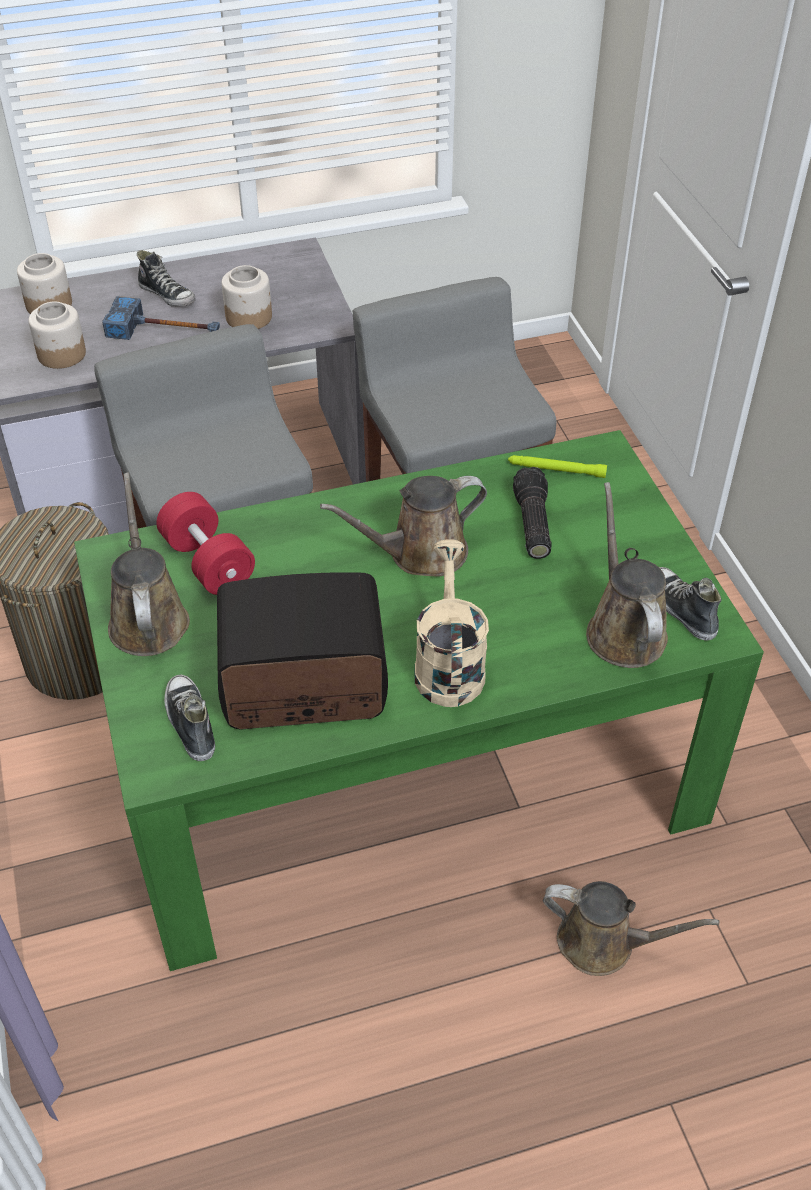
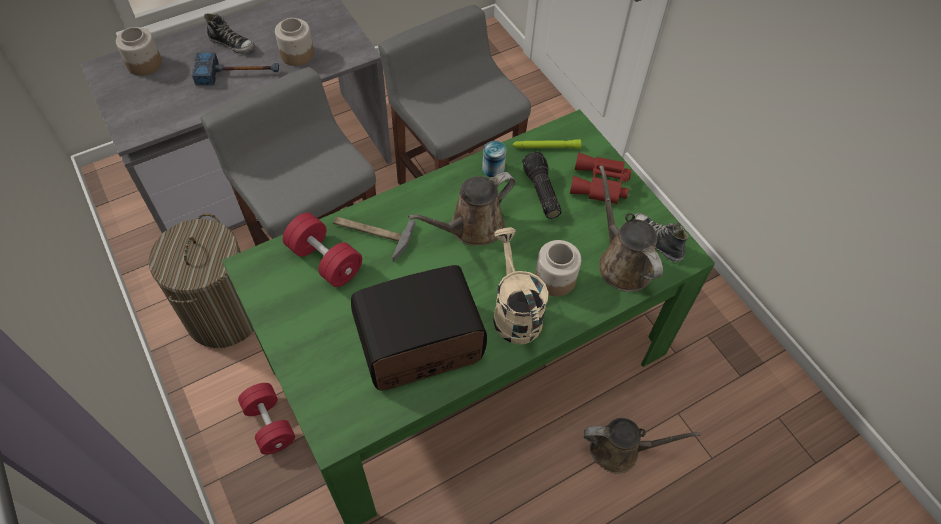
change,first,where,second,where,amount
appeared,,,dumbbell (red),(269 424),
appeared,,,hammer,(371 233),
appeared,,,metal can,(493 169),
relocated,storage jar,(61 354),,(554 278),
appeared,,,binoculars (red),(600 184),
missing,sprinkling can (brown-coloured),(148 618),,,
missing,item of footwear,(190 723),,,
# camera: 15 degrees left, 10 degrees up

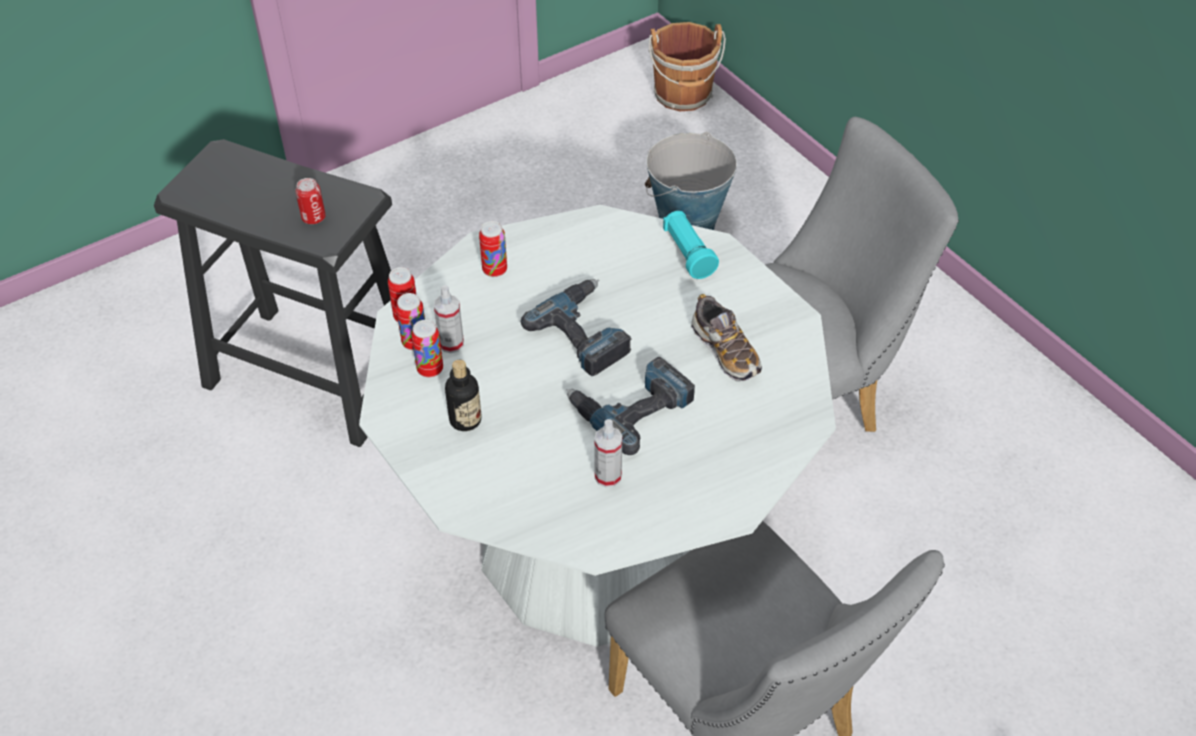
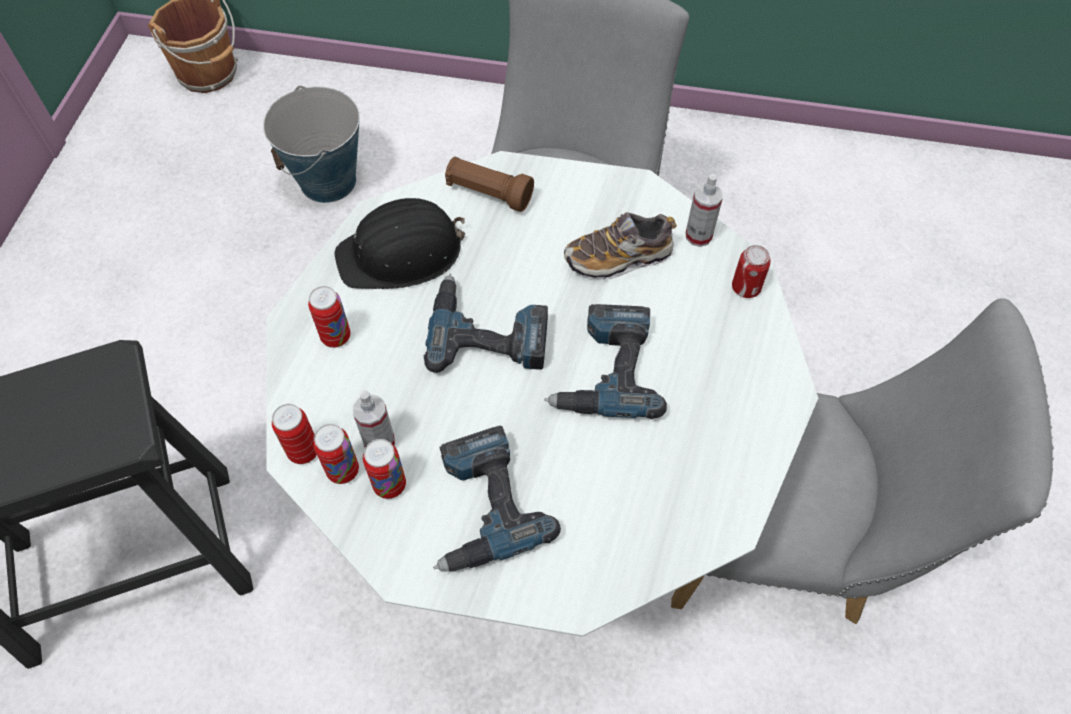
change,first,where,second,where,amount
appeared,,,hard hat (black-coloured),(401 253),
exchanged,bottle,(465 420),drill,(481 506),
colour,hand torch (blue-green),(688 254),hand torch (brown-coloured),(488 193),
spun,item of footwear,(725 351),,(618 258),150 degrees clockwise
relocated,spray bottle,(608 476),,(698 236),
relocated,metal can,(313 218),,(746 287),
# camera: 45 degrees left, 10 degrees up

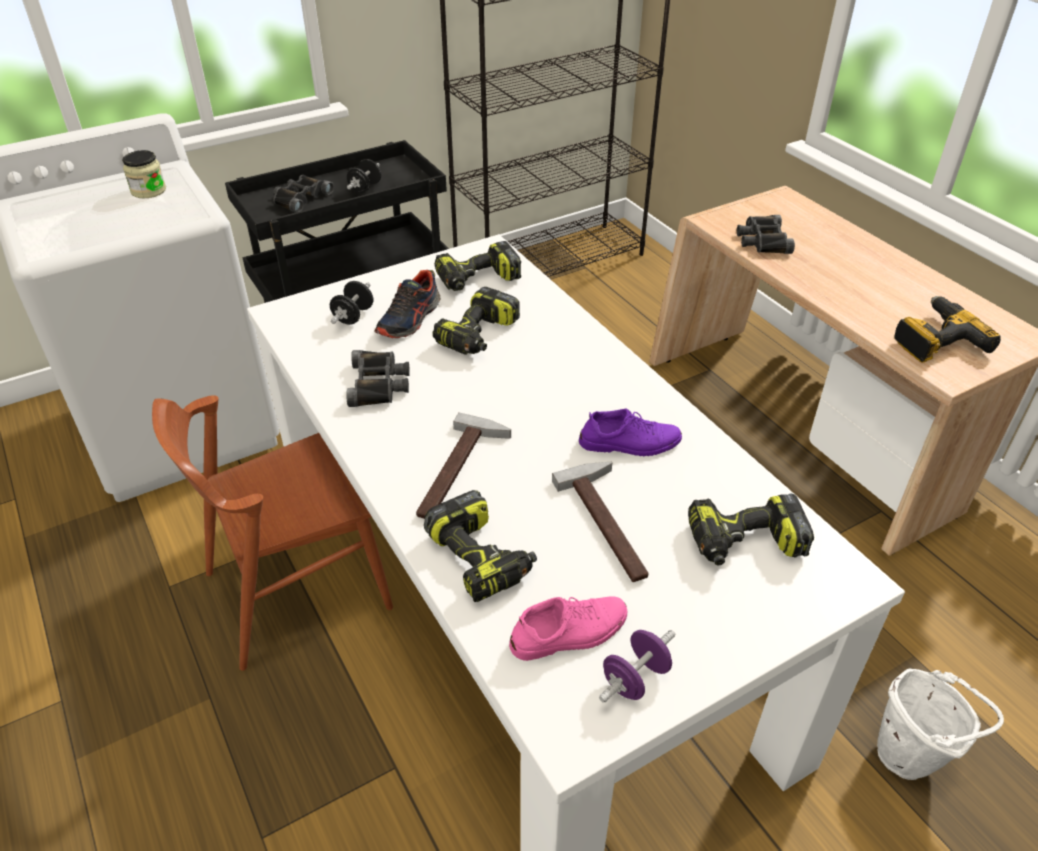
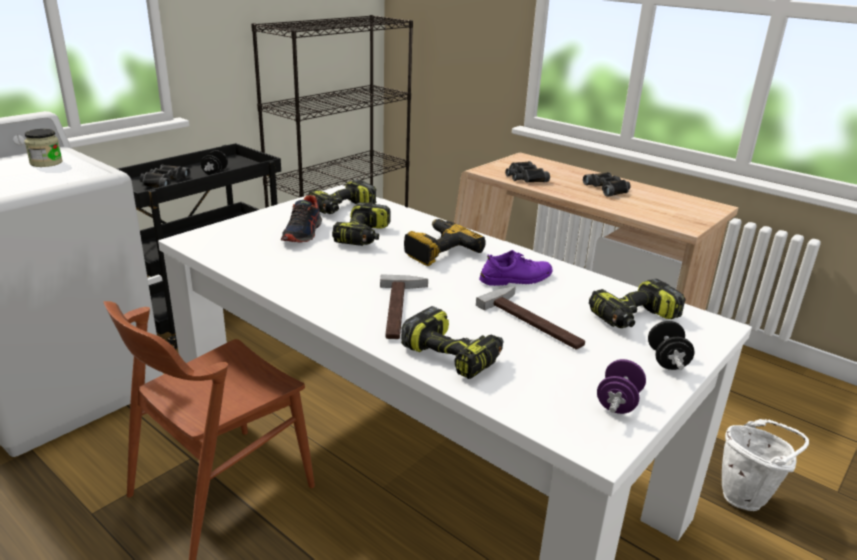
change,first,where,second,where,amount
relocated,drill,(934 339),,(438 250),
relocated,binoculars (black-coloured),(379 384),,(608 189),
relocated,dumbbell (black-coloured),(353 316),,(667 360),
missing,item of footwear (pink-coloured),(569 633),,,
# camera: 20 degrees left, 15 degrees down

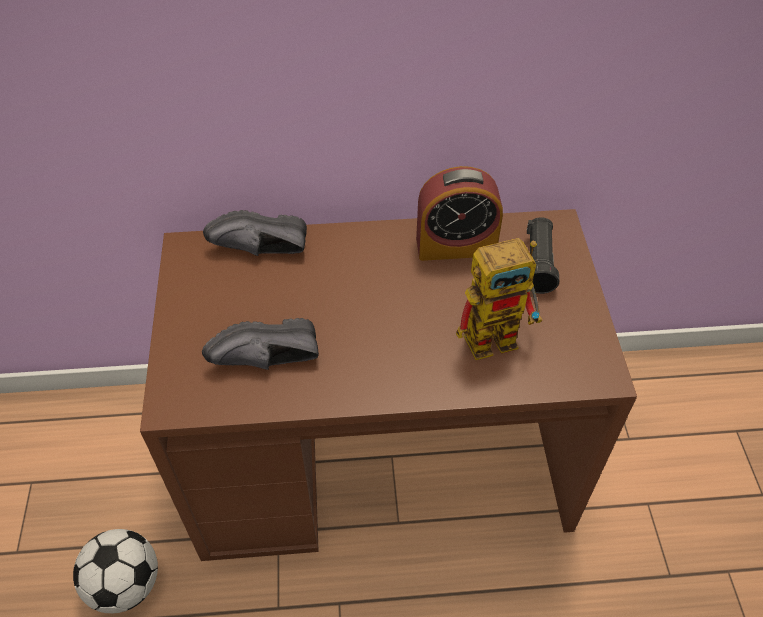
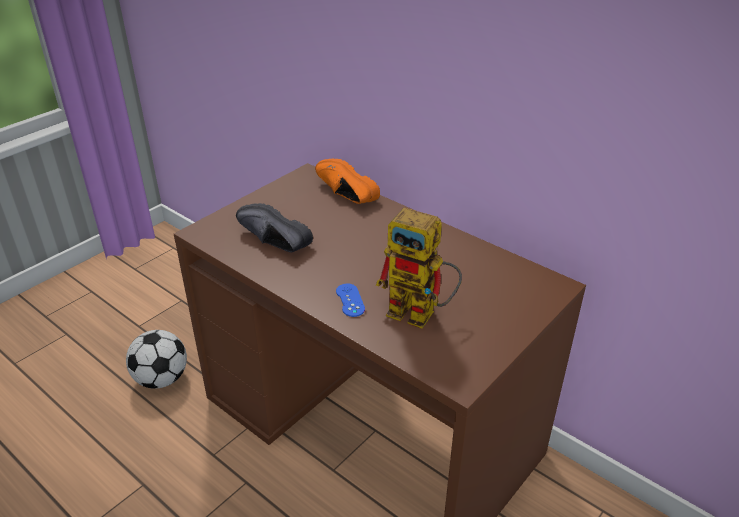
change,first,where,second,where,amount
colour,item of footwear (black-coloured),(260 251),item of footwear (orange-coloured),(342 195),
appeared,,,gamepad (bluish),(350 300),
missing,alarm clock,(456 246),,,
missing,hand torch (black-coloured),(538 264),,,
# camera: 45 degrees right, 15 degrees down

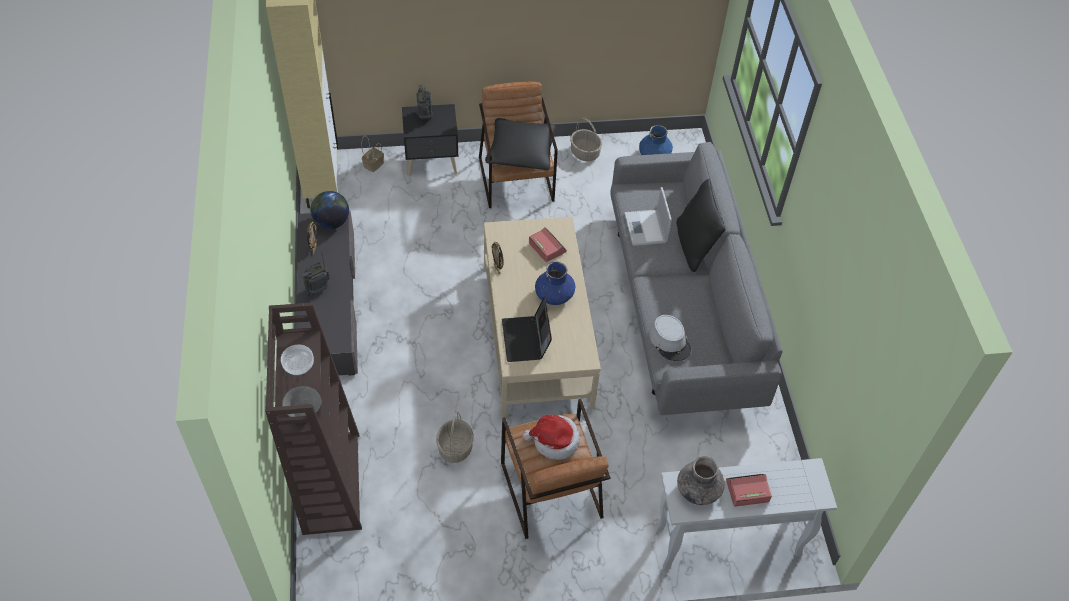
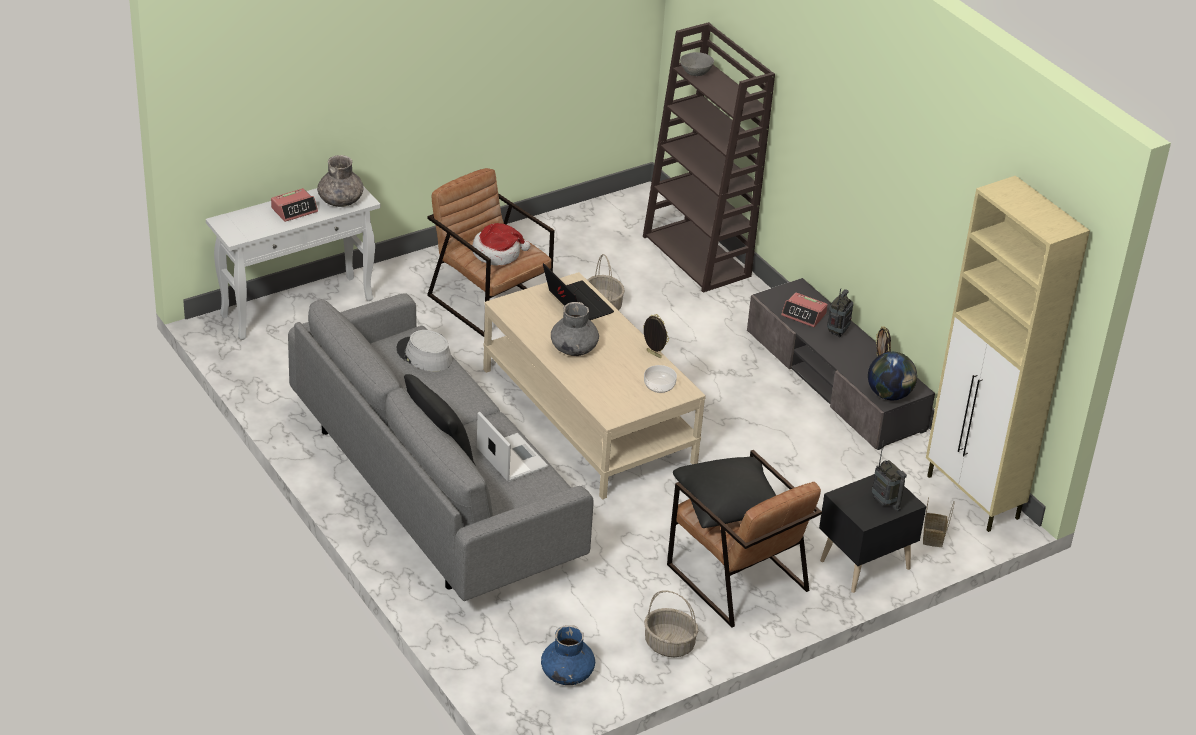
change,first,where,second,where,amount
colour,flower vase (bluish),(554 295),flower vase (gray),(573 348),
relocated,deep dish,(298 365),,(659 385),
relocated,alarm clock,(547 247),,(804 314),
# camera: 155 degrees right, 15 degrees down

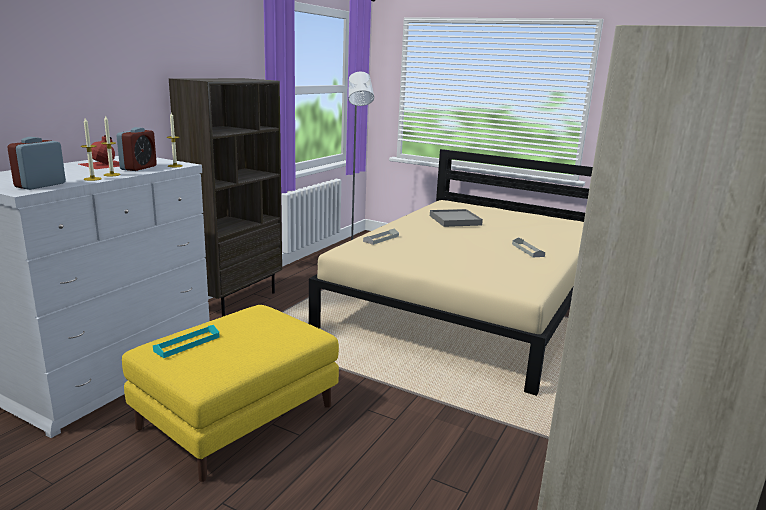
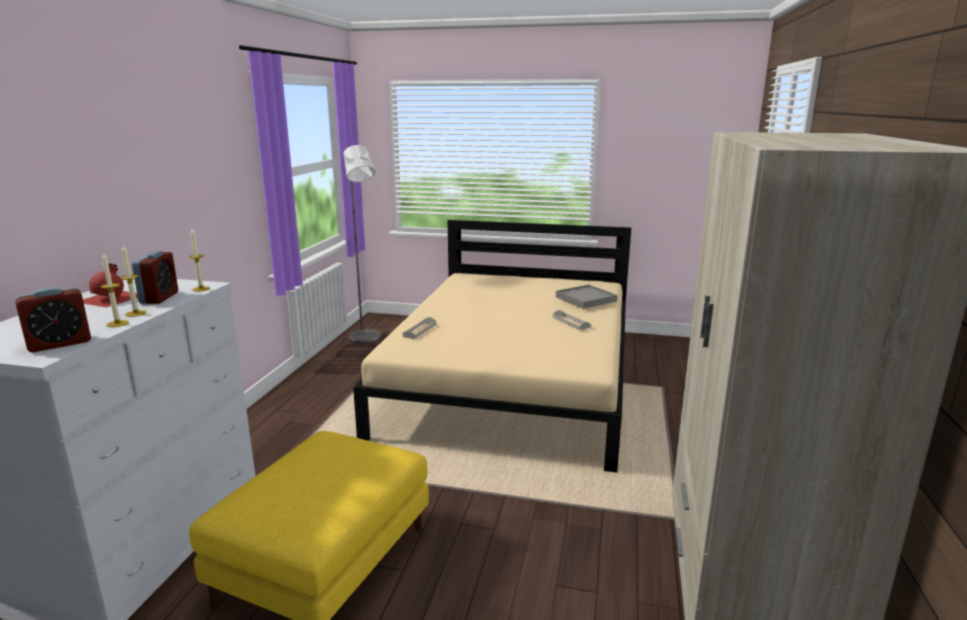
change,first,where,second,where,amount
spun,alarm clock,(40 185),,(59 344),135 degrees counterclockwise
relocated,carrying tray (gray),(455 220),,(586 299),
missing,carrying tray (blue-green),(187 344),,,
missing,bookshelf (brown-coloured),(236 300),,,
# camera: 15 degrees left, 0 degrees up

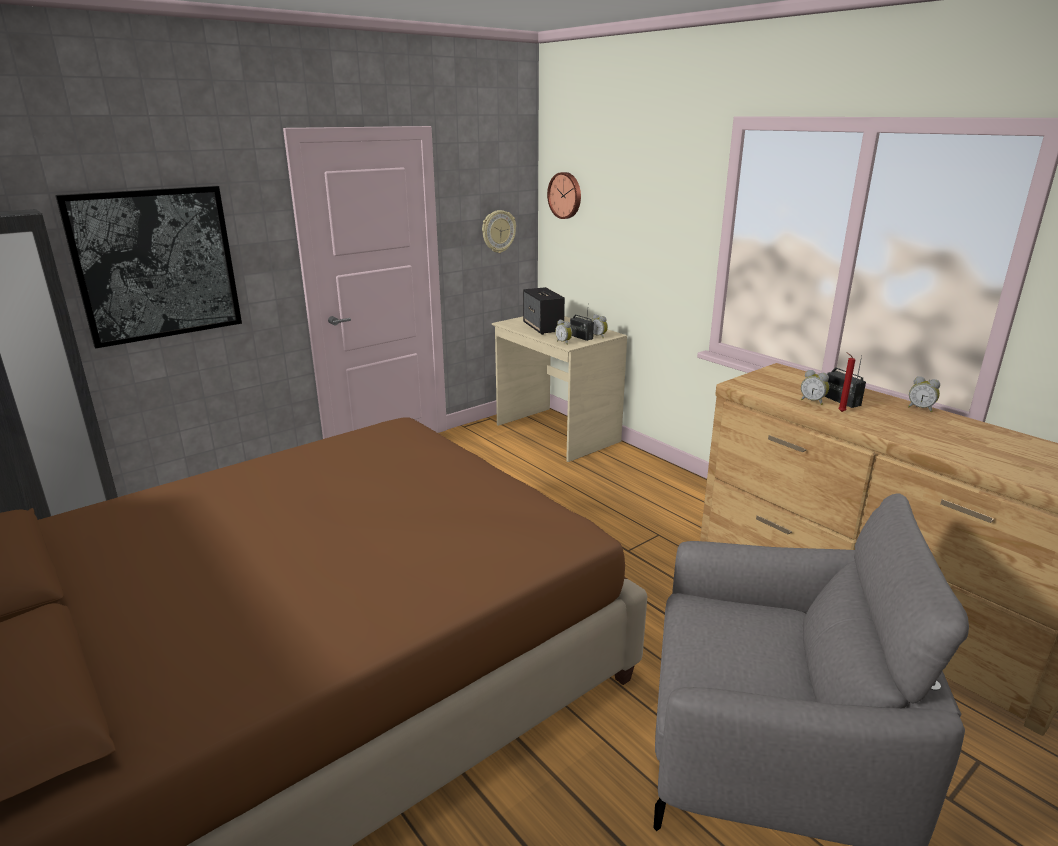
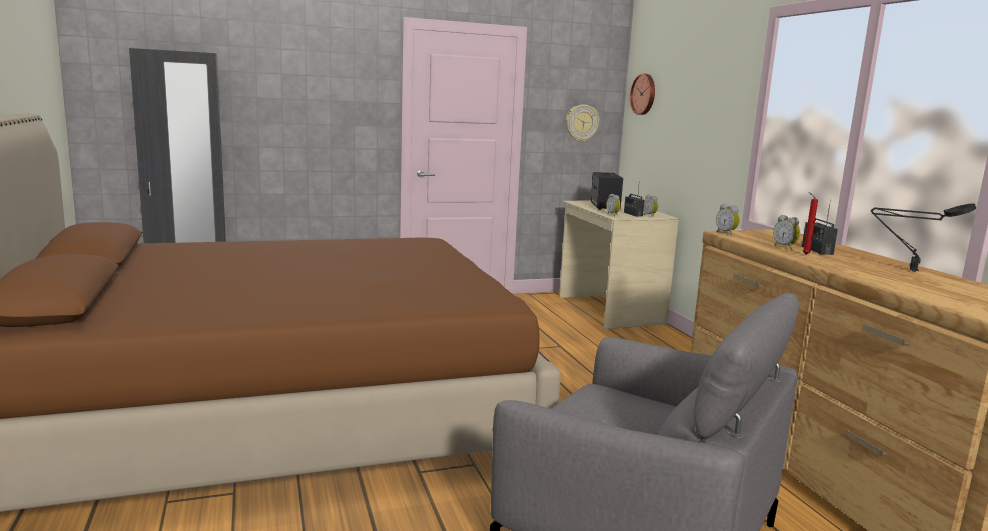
change,first,where,second,where,amount
relocated,alarm clock,(920 408),,(726 233),
appeared,,,lamp for a table (black-coloured),(910 270),
missing,wall art,(156 264),,,
# camera: 20 degrees right, 10 degrees down

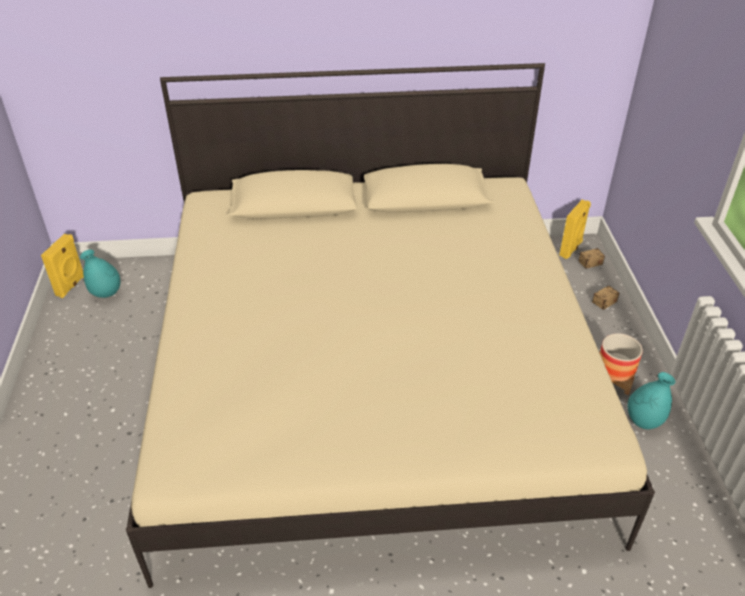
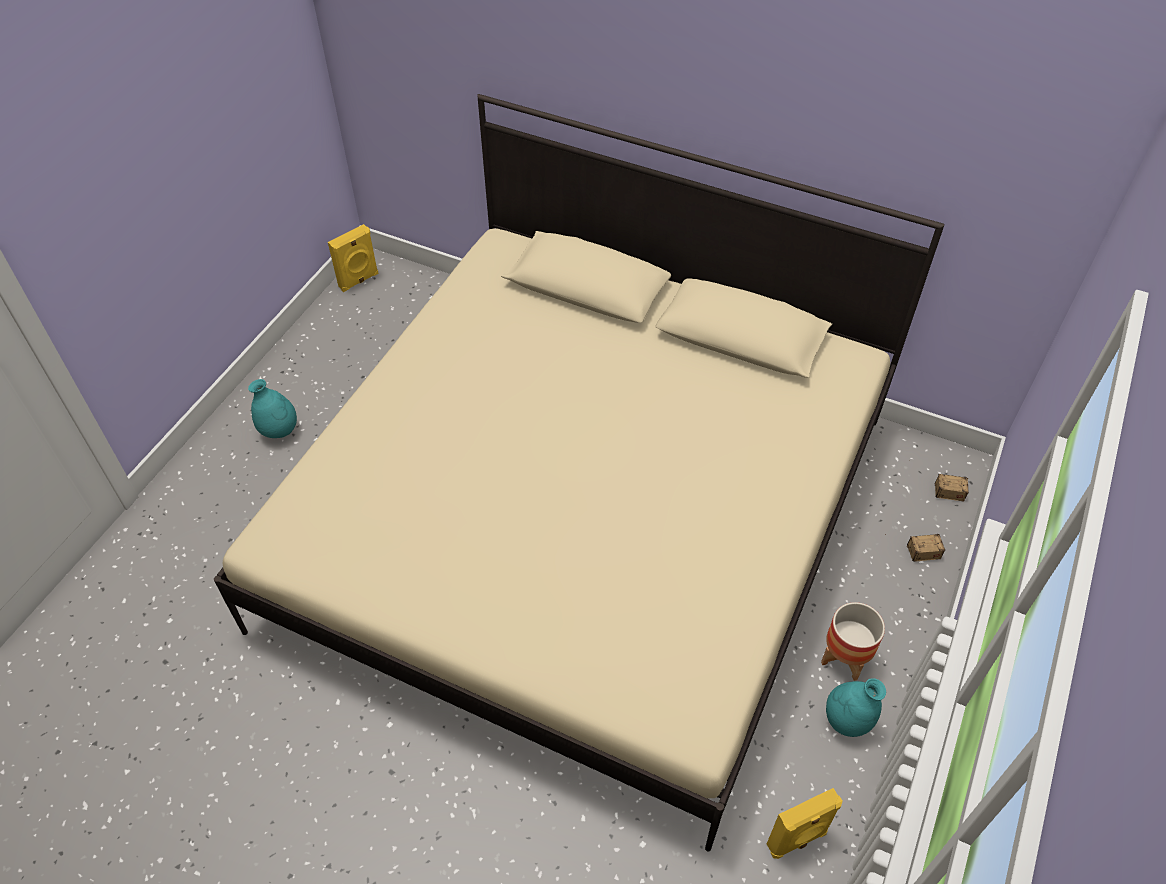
change,first,where,second,where,amount
relocated,flower vase (blue-green),(106 293),,(279 430),
relocated,speaker (yellow-coloured),(571 249),,(797 840),
# camera: 30 degrees right, 10 degrees up

